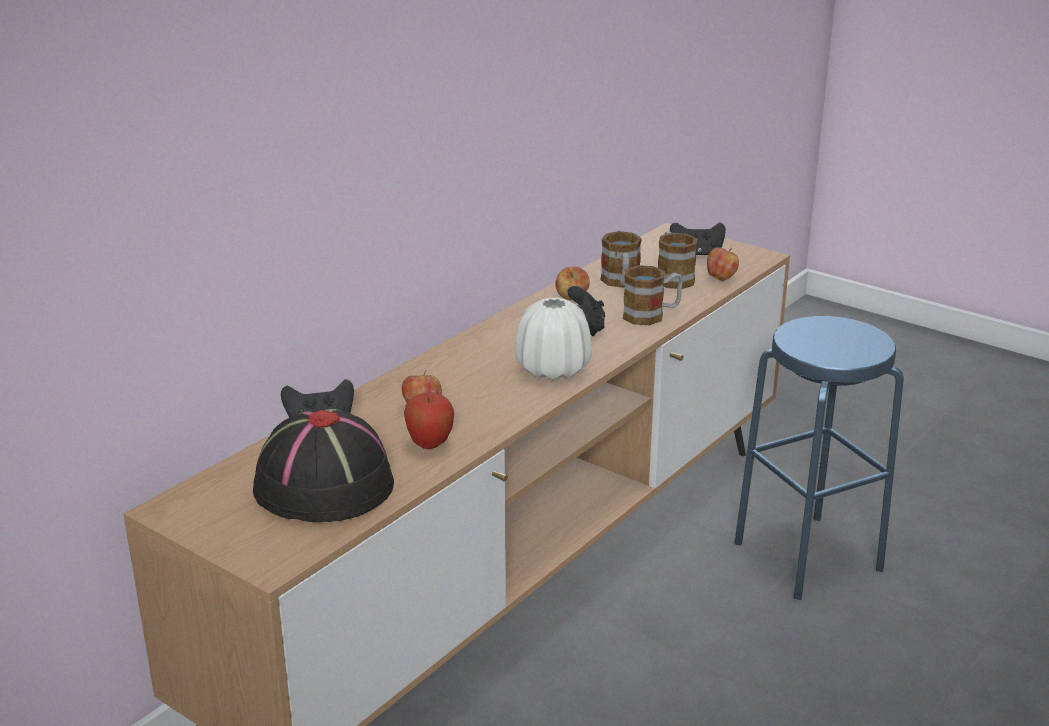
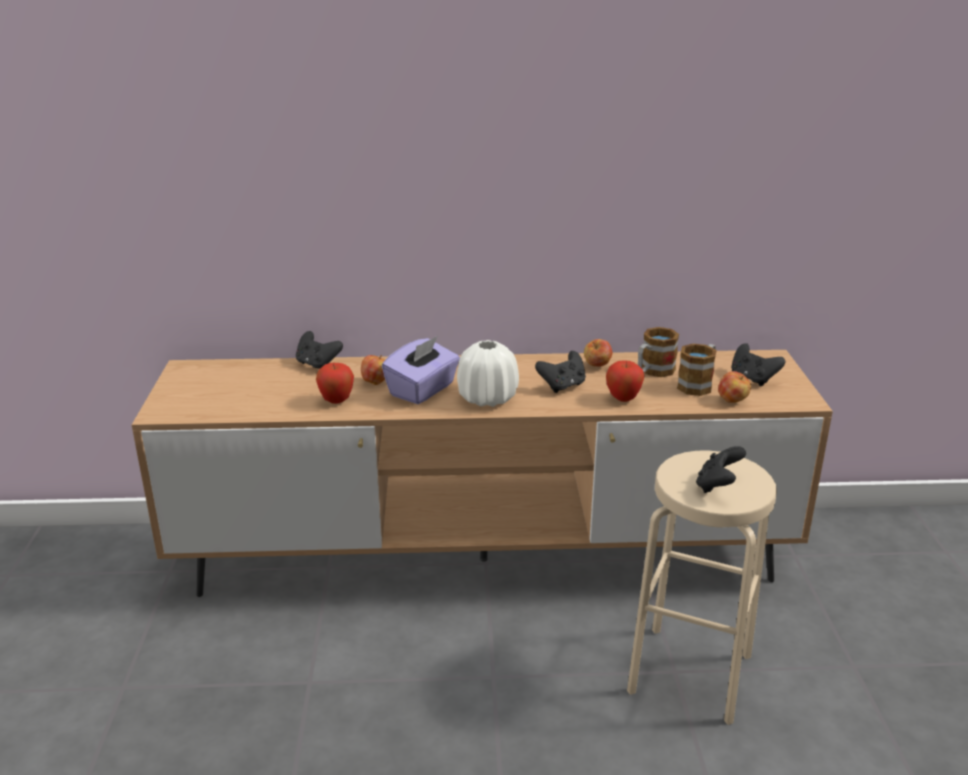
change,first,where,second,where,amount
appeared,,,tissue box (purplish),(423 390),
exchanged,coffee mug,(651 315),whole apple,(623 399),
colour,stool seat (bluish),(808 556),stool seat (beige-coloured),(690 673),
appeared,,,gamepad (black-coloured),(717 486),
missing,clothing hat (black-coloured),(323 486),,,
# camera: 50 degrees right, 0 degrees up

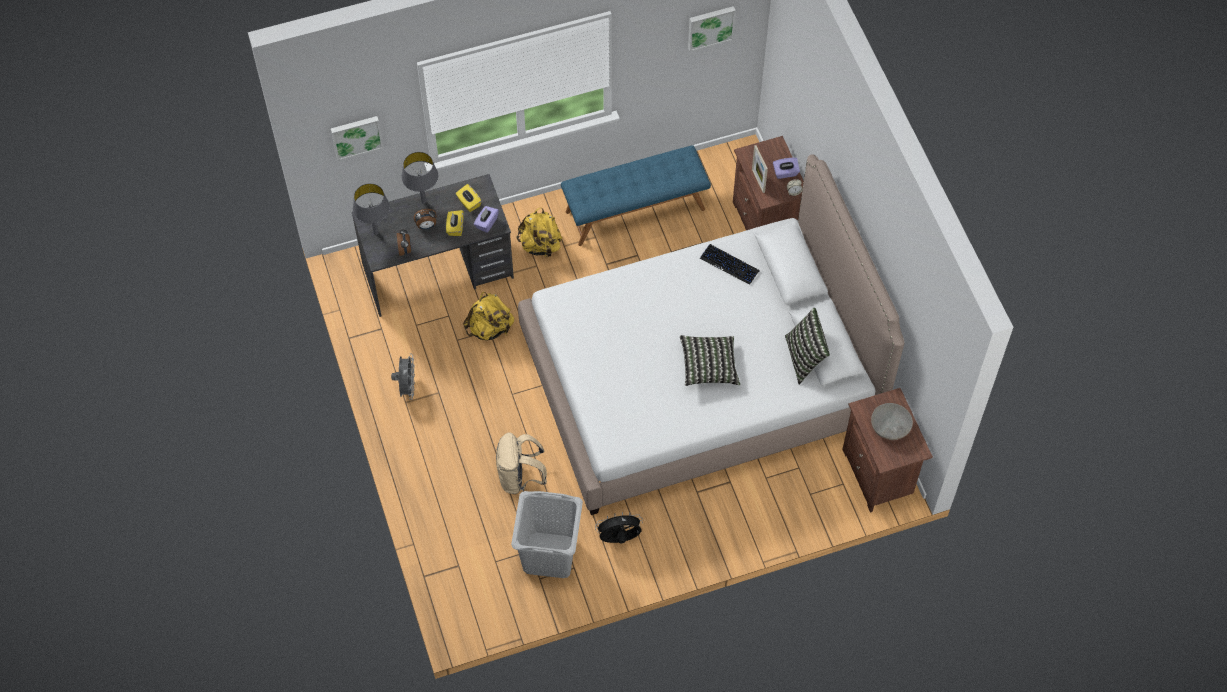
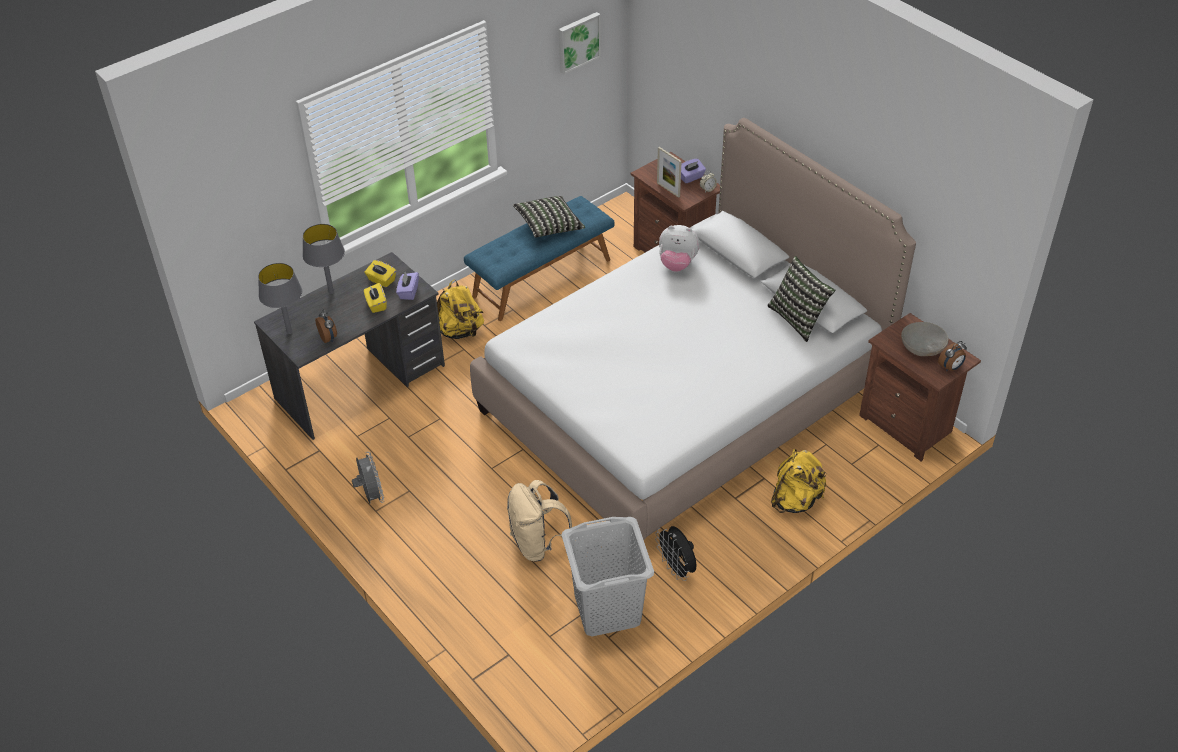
change,first,where,second,where,amount
relocated,cushion,(709 366),,(549 226),
spun,fan (black-coloured),(619 539),,(677 569),90 degrees counterclockwise
exchanged,PC keyboard,(729 264),soft toy,(677 264),
relocated,rucksack (yellow-coloured),(490 328),,(795 500),
relocated,alarm clock,(426 226),,(950 367),
missing,wall art,(356 136),,,
# camera: 20 degrees left, 15 degrees down

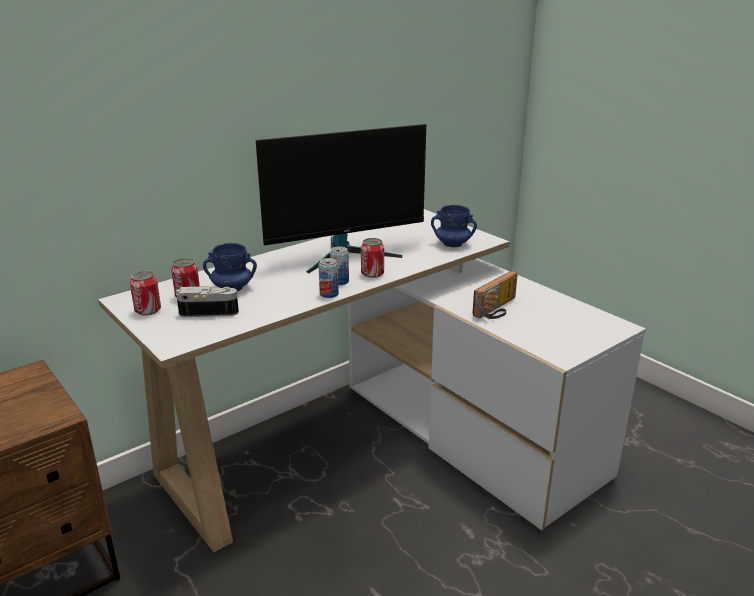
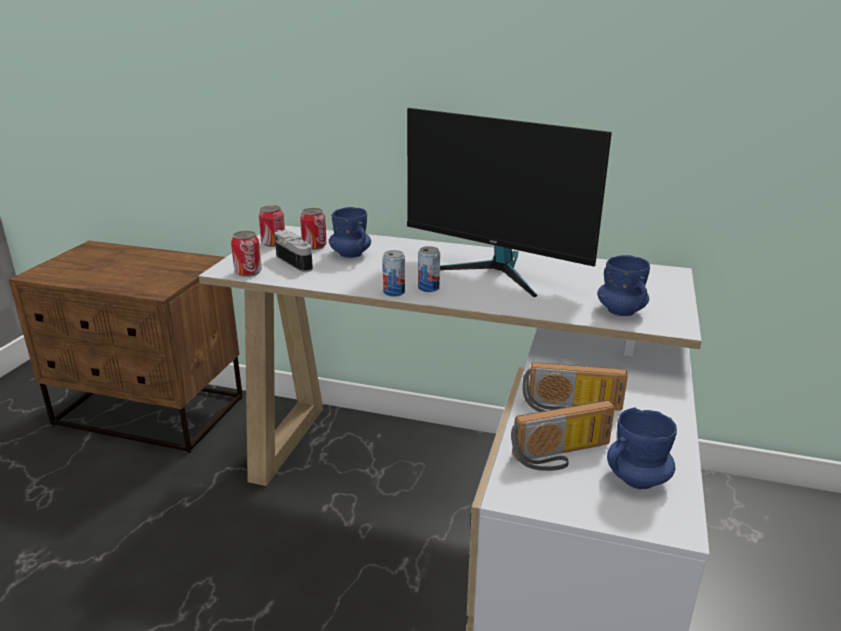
change,first,where,second,where,amount
relocated,metal can,(372 273),,(248 272),
appeared,,,radio set,(562 456),
appeared,,,coffee mug (bluish),(637 478),
# camera: 55 degrees right, 0 degrees up

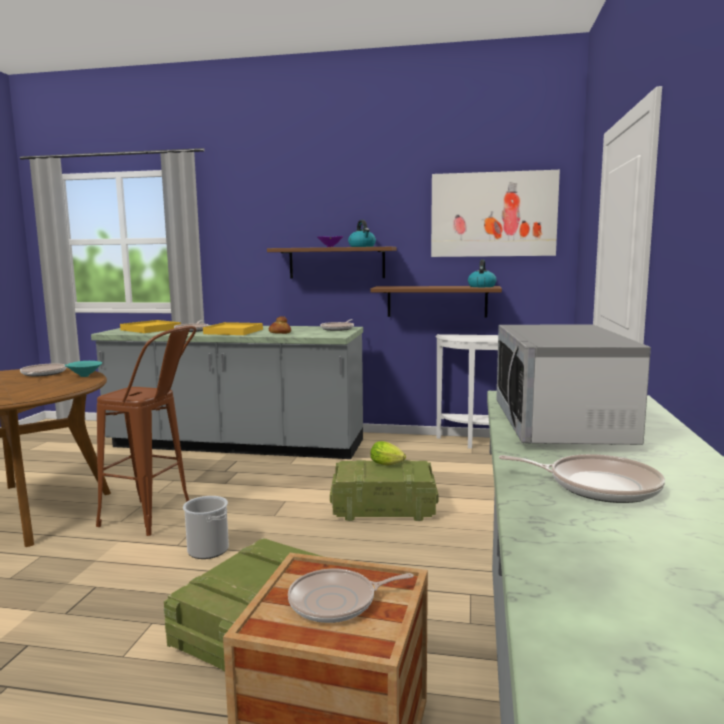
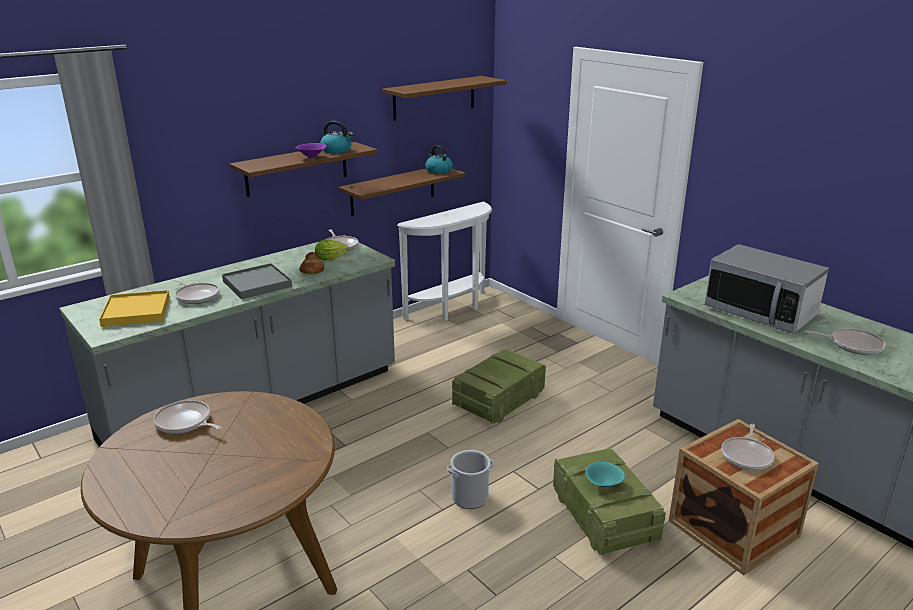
change,first,where,second,where,amount
colour,carrying tray (yellow-coloured),(234 331),carrying tray (gray),(257 284),
relocated,head of lettuce,(388 464),,(332 259),
exchanged,wall art,(493 214),shelf (brown-coloured),(434 98),
relocated,deep dish (blue-green),(84 376),,(603 485),
spun,skillet,(597 485),,(852 345),45 degrees clockwise
missing,stool seat (brown-coloured),(156 519),,,
# camera: 50 degrees left, 15 degrees up

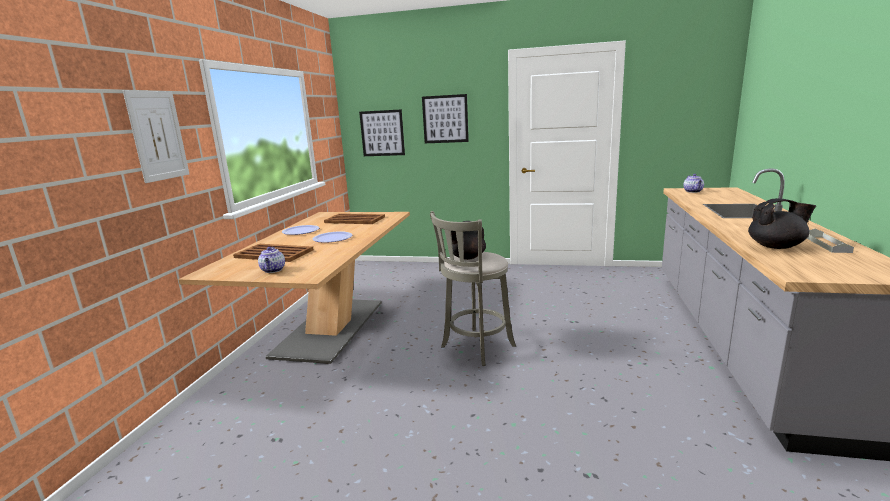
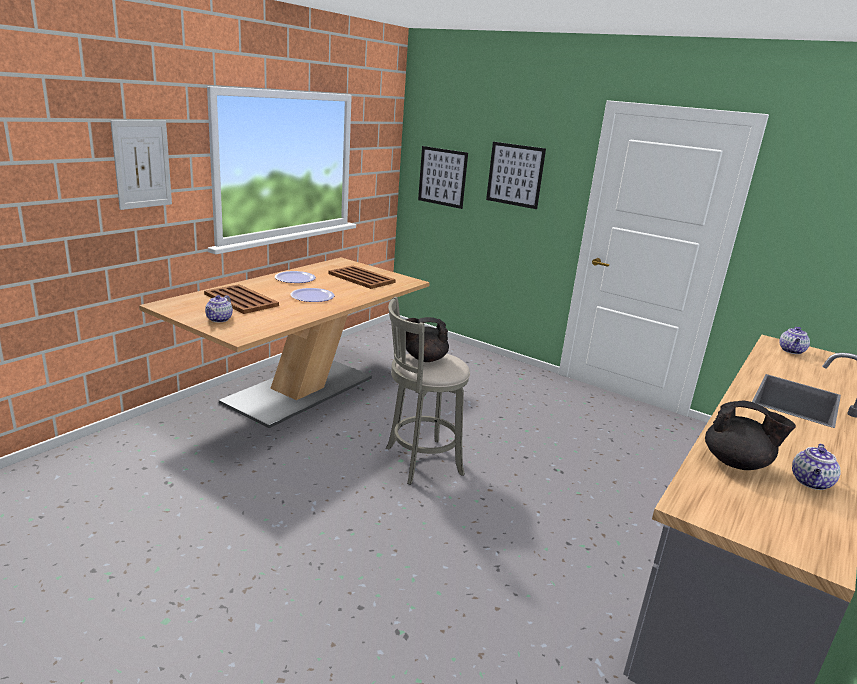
change,first,where,second,where,amount
exchanged,carrying tray (gray),(827 244),pot for tea,(811 483),
# camera: 20 degrees right, 5 degrees up

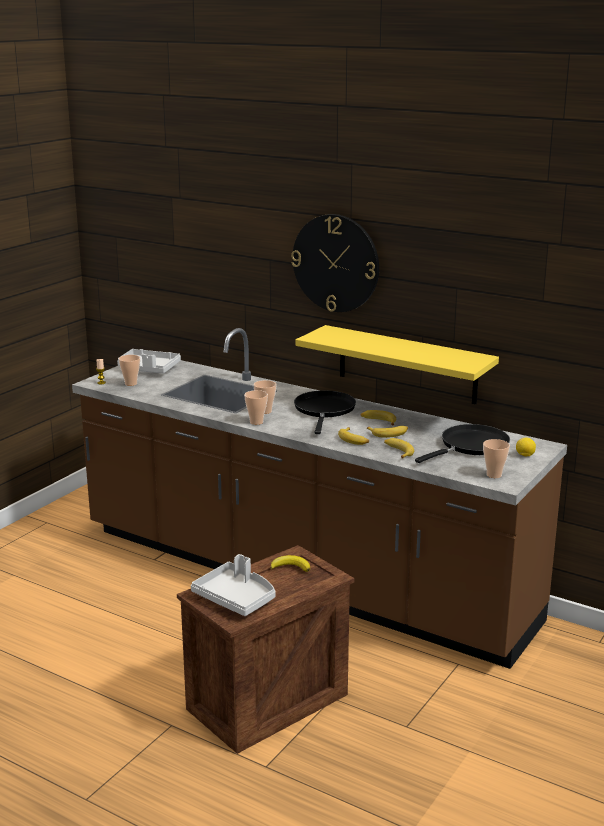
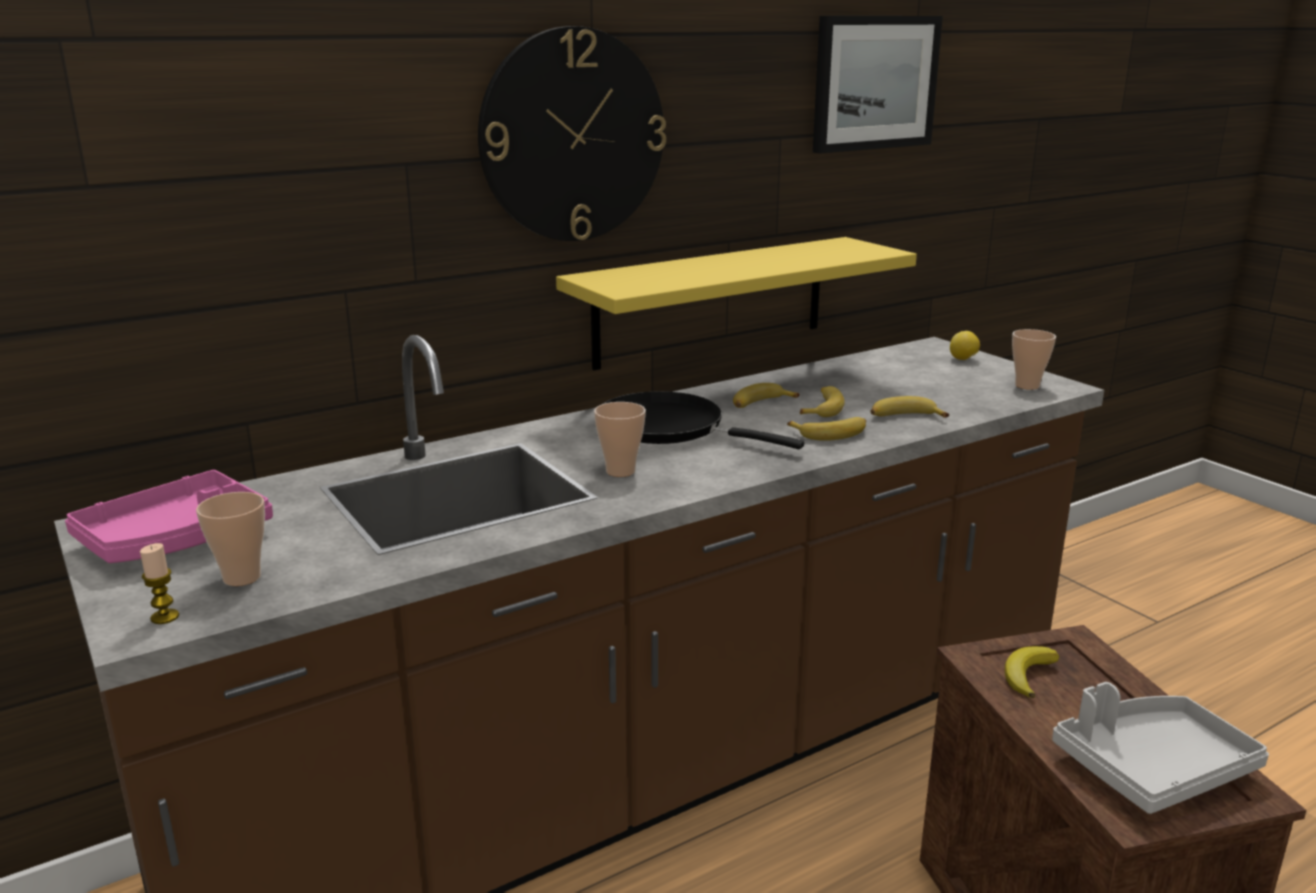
change,first,where,second,where,amount
colour,carrying tray (gray),(148 369),carrying tray (pink-coloured),(176 539),
appeared,,,wall art,(874 83),
missing,cup,(256 422),,,
missing,skillet (black-coloured),(471 446),,,
# camera: 65 degrees left, 0 degrees up

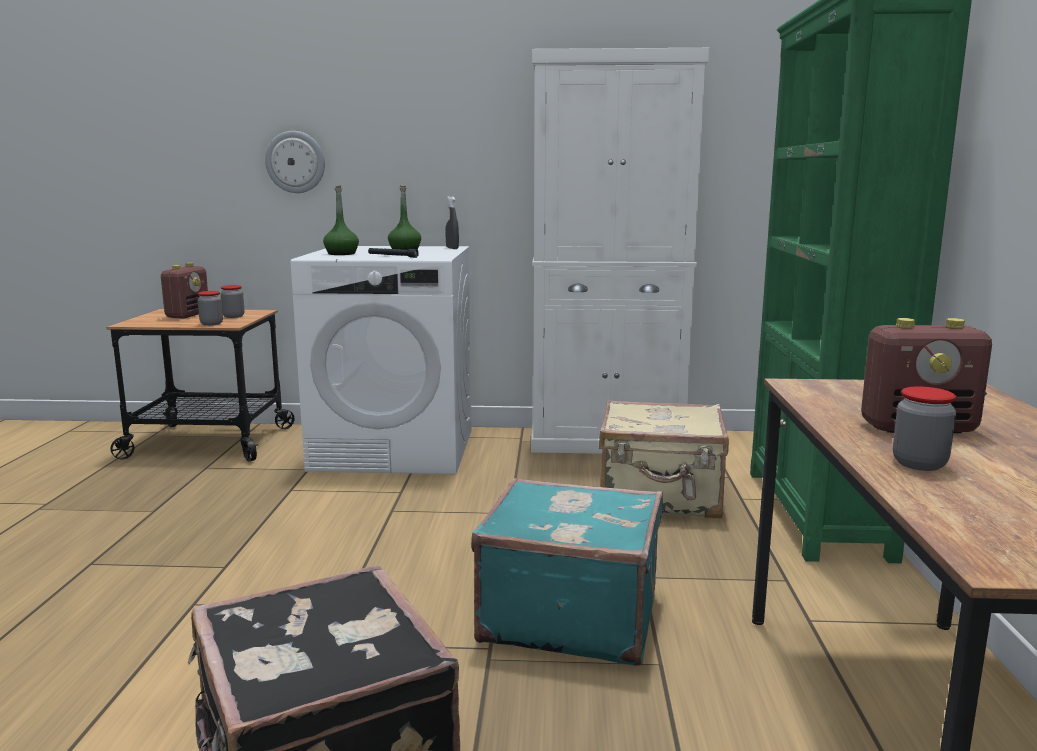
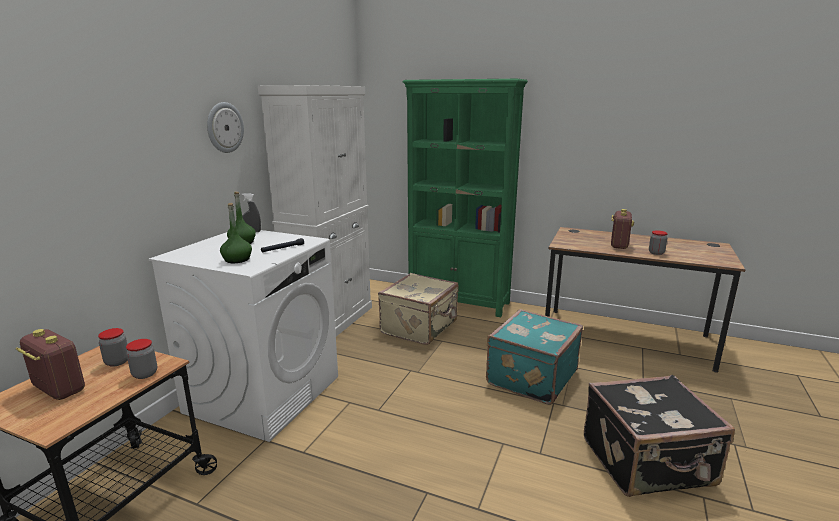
change,first,where,second,where,amount
relocated,clock on the wall,(295 162),,(224 127),
# camera: 70 degrees left, 5 degrees up

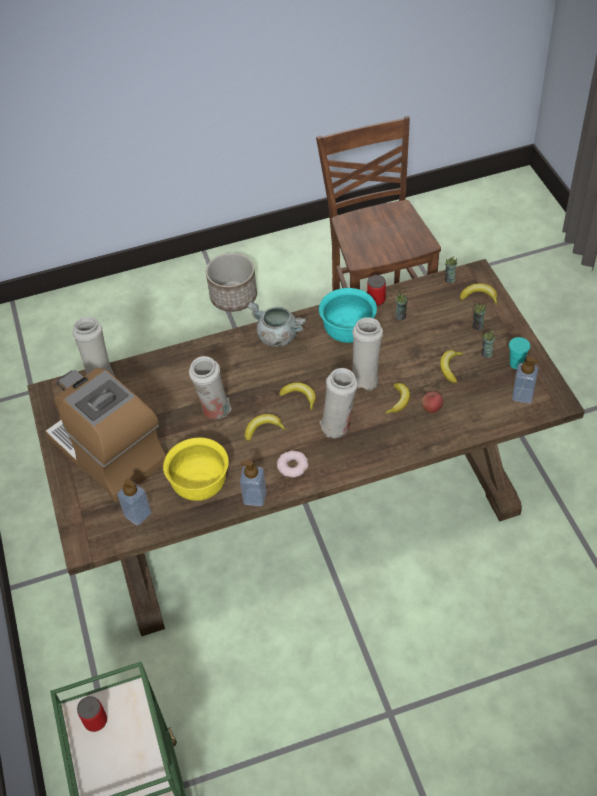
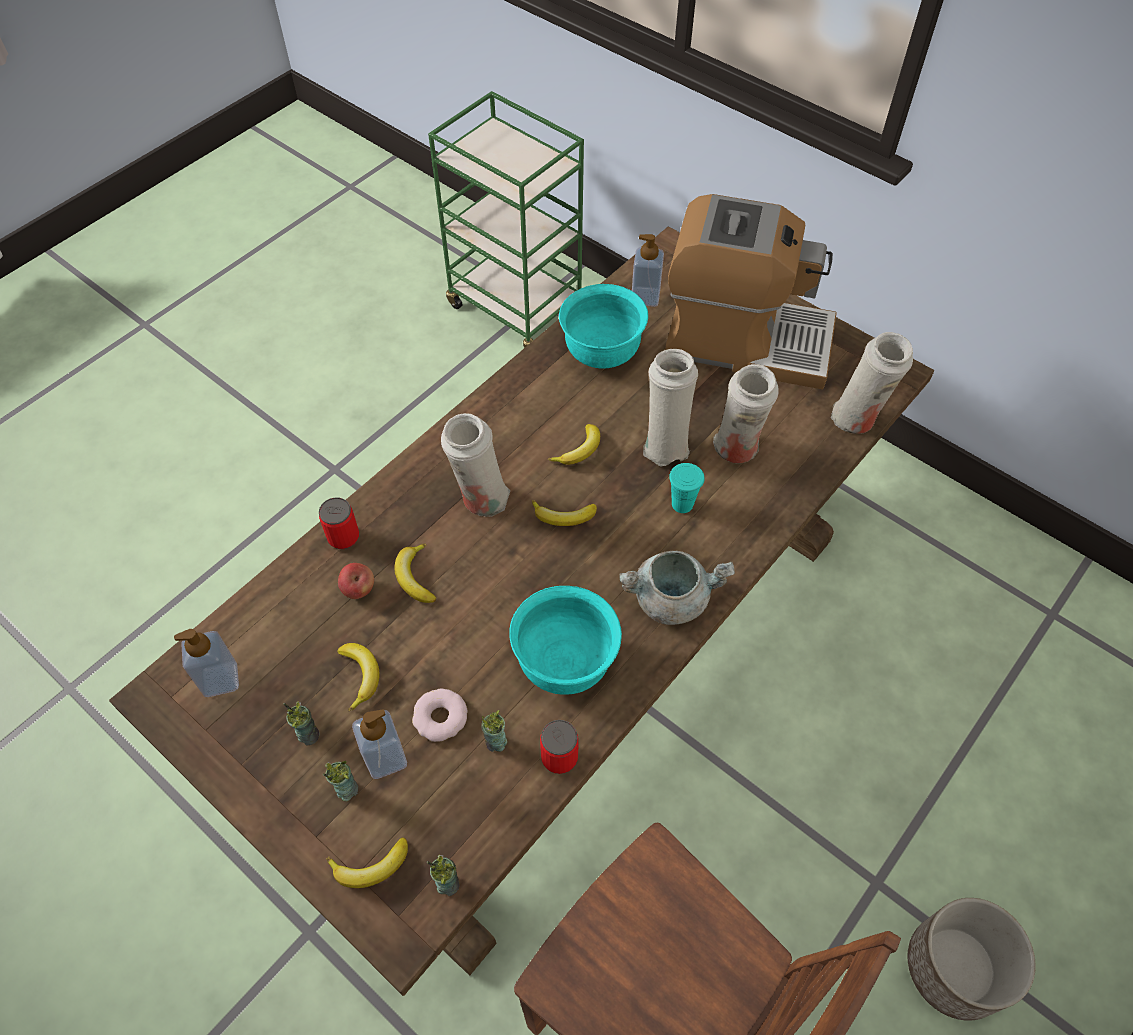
change,first,where,second,where,amount
relocated,metal can,(96 721),,(343 537),
relocated,liquid soap bottle,(255 497),,(385 758),
relocated,donut,(292 466),,(440 717),
colour,deep dish (yellow-coloured),(200 486),deep dish (blue-green),(601 353),
relocated,cup (blue-green),(516 364),,(682 504),
relocated,flower vase (white-coloured),(365 378),,(737 451),
# camera: 145 degrees right, 5 degrees up

